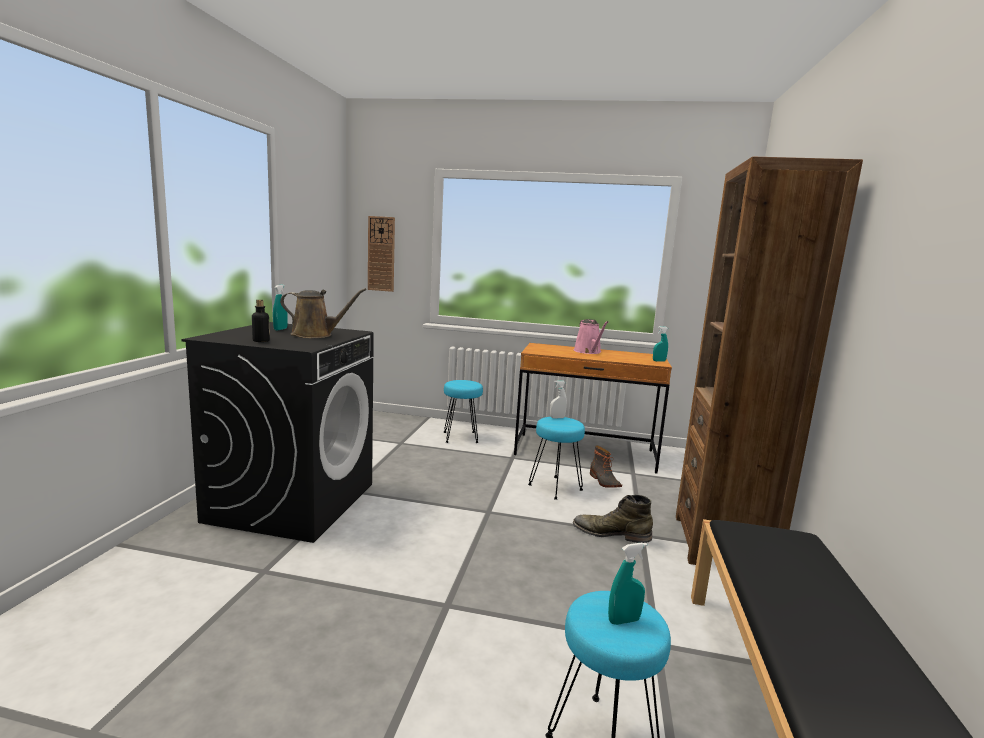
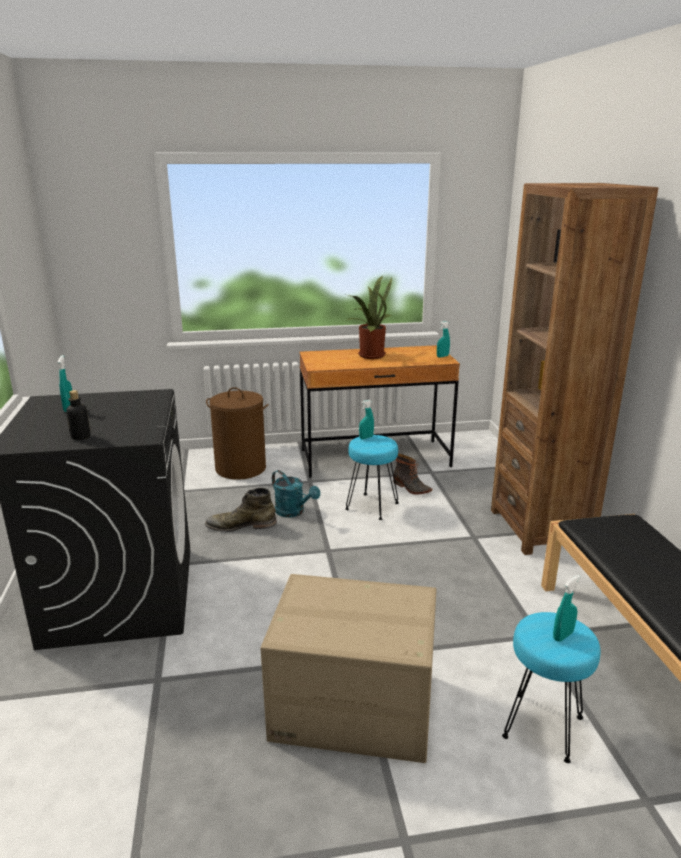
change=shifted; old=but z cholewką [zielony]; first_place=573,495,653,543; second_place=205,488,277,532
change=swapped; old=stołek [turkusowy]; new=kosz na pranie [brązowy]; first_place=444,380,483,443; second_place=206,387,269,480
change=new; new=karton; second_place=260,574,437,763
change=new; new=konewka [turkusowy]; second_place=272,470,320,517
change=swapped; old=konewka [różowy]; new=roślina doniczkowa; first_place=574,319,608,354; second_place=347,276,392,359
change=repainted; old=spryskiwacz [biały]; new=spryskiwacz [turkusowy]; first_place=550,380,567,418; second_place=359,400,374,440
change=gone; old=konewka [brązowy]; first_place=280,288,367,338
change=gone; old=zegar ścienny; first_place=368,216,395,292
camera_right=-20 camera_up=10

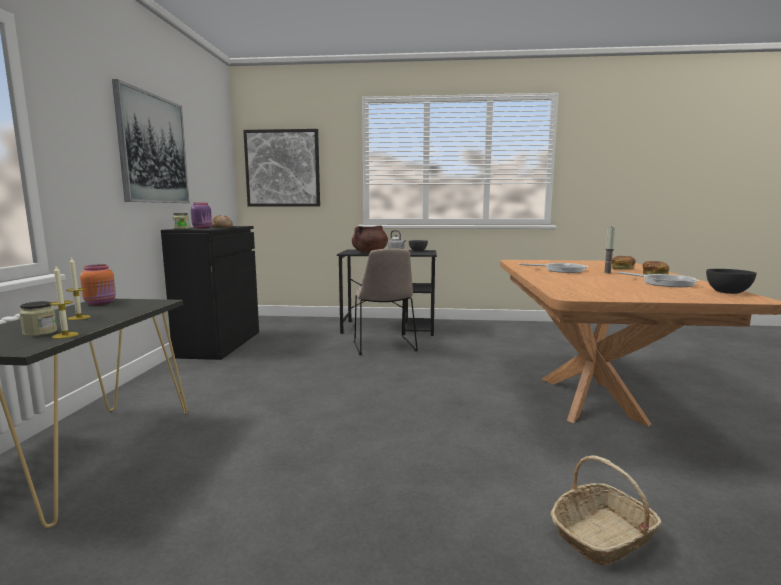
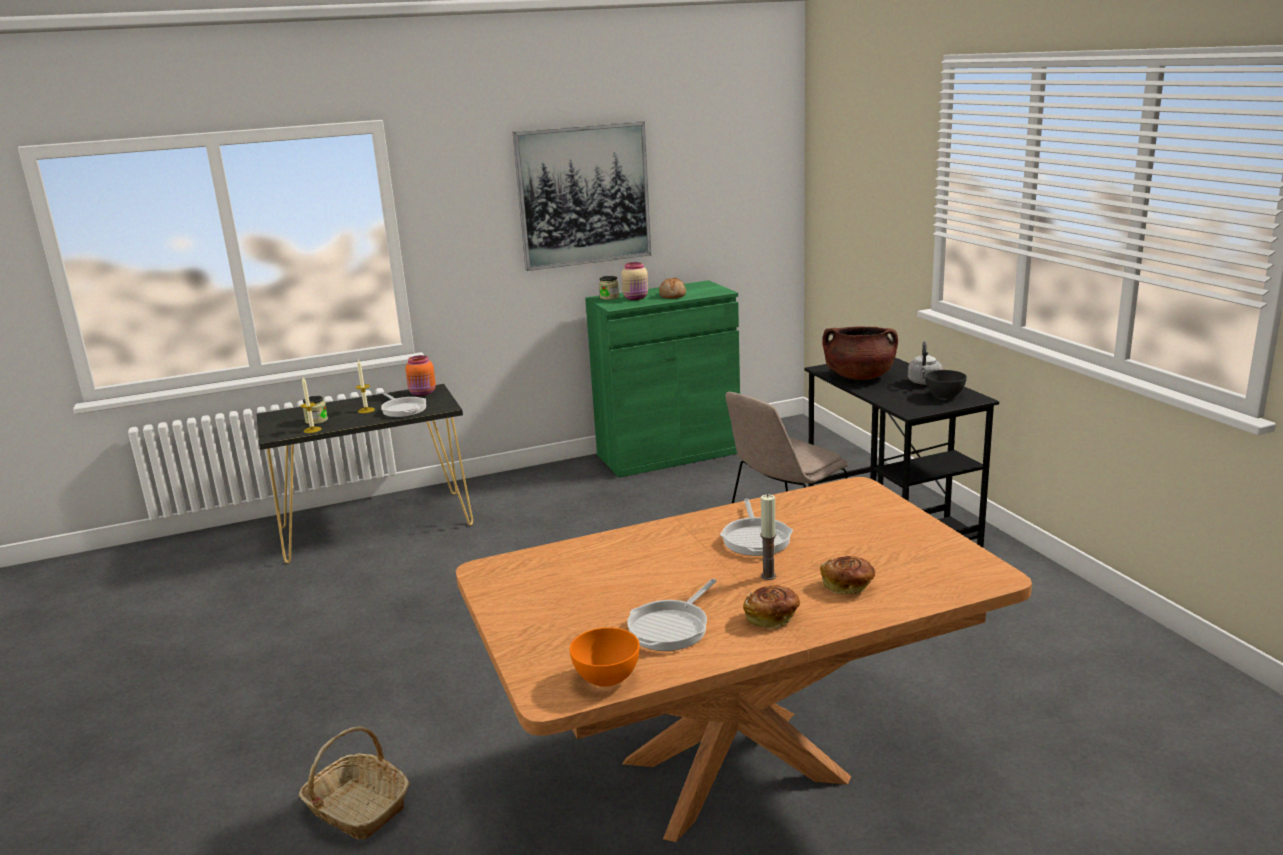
change=new; new=patelnia; second_place=381,392,426,417
change=repainted; old=miska [szary]; new=miska [pomarańczowy]; first_place=706,269,757,294; second_place=570,627,640,687
change=repainted; old=szafka [czarny]; new=szafka [zielony]; first_place=161,226,259,360; second_place=585,280,740,478
change=repainted; old=słoik [fioletowy]; new=słoik [beżowy]; first_place=191,202,212,228; second_place=622,262,648,300
change=gone; old=obraz; first_place=243,129,320,206
camera_right=65 camera_up=10

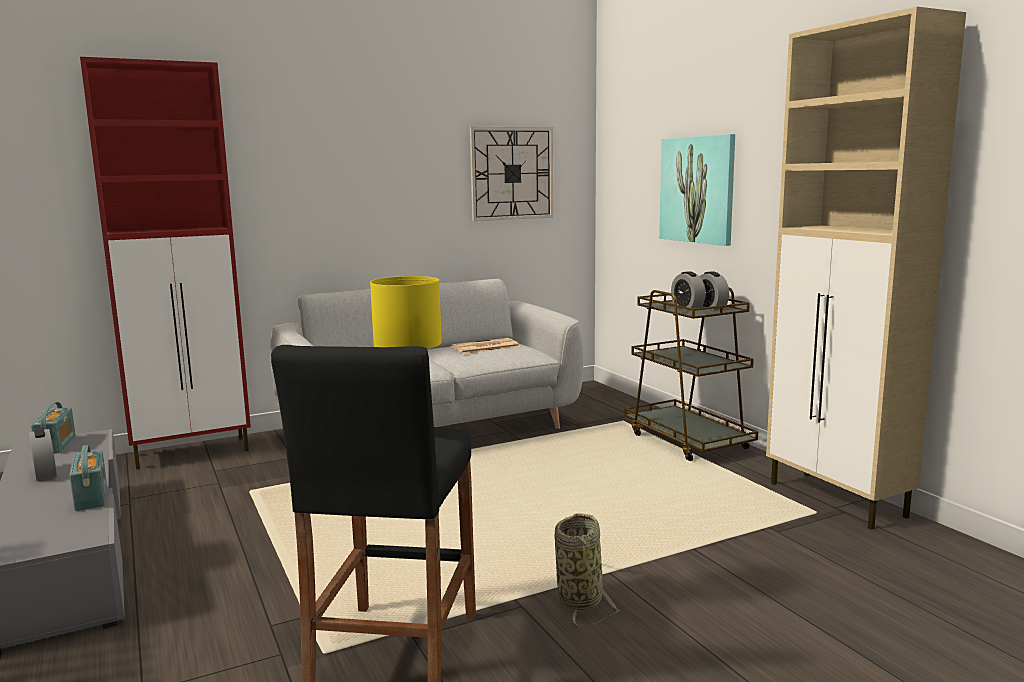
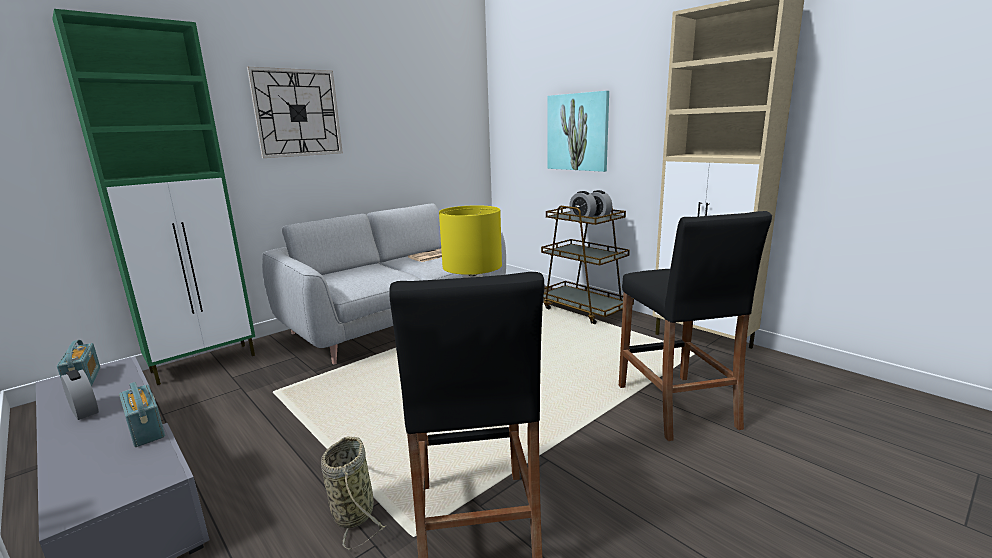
change=repainted; old=szafka [czerwony]; new=szafka [zielony]; first_place=80,57,251,469; second_place=52,9,255,385
change=shifted; old=zegar ścienny; first_place=470,127,553,221; second_place=247,67,343,158
change=shifted; old=koszyk; first_place=554,513,620,627; second_place=321,437,385,550
change=new; new=stołek [czarny]; second_place=619,211,772,441
camera_right=-15 camera_up=5

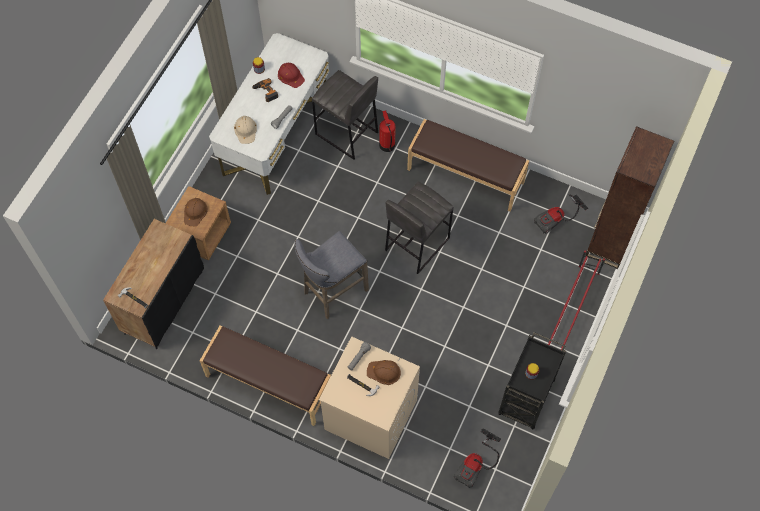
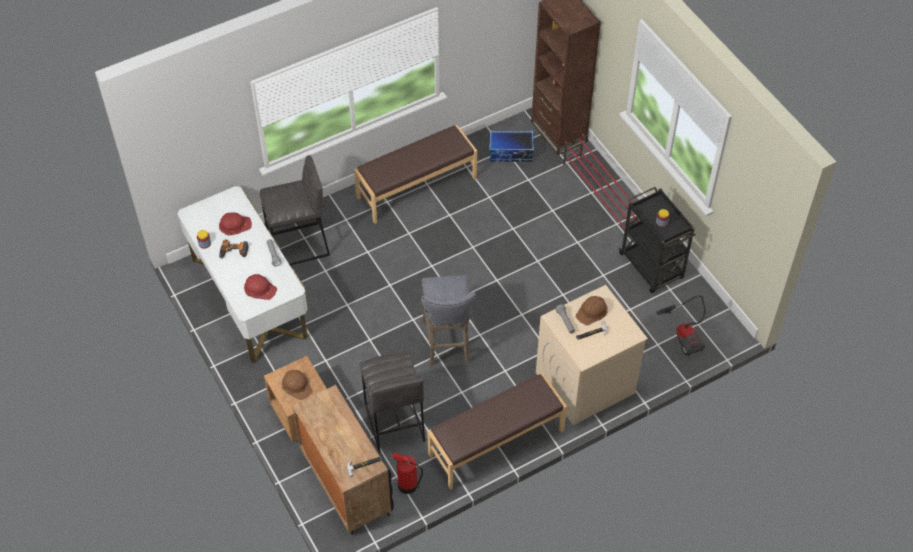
change=repainted; old=kask [beżowy]; new=kask [czerwony]; first_place=234,116,257,144; second_place=244,274,277,300
change=shifted; old=stołek [szary]; first_place=385,181,454,274; second_place=360,351,425,452
change=shifted; old=gaśnica; first_place=379,110,396,152; second_place=392,452,423,494
change=swapped; old=odkurzacz; new=pojemnik do przechowywania; first_place=534,194,588,234; second_place=489,131,534,162
camera_right=-55 camera_up=-10

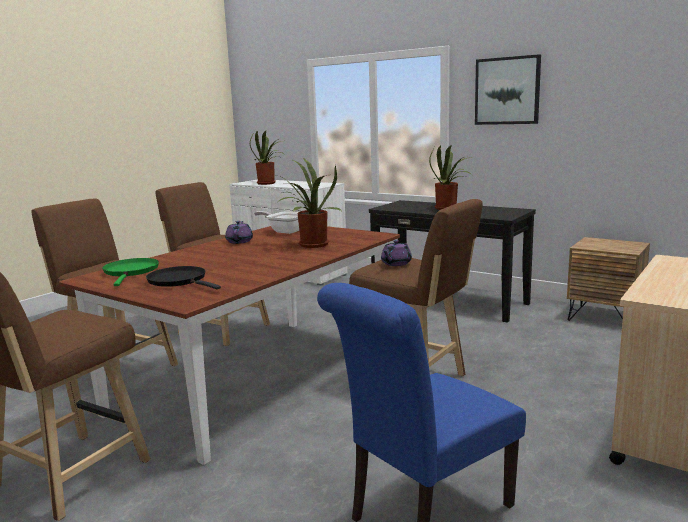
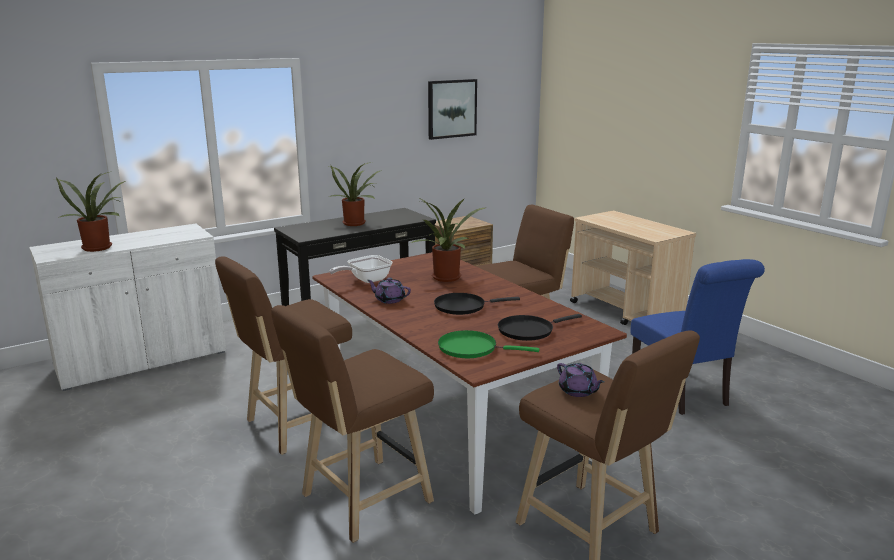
change=shifted; old=obraz; first_place=475,54,541,125; second_place=428,79,477,140
change=new; new=patelnia [czarny]; second_place=434,293,520,315
change=shifted; old=imbryk [fioletowy]; first_place=381,240,412,266; second_place=557,363,604,397
camera_right=-70 camera_up=5

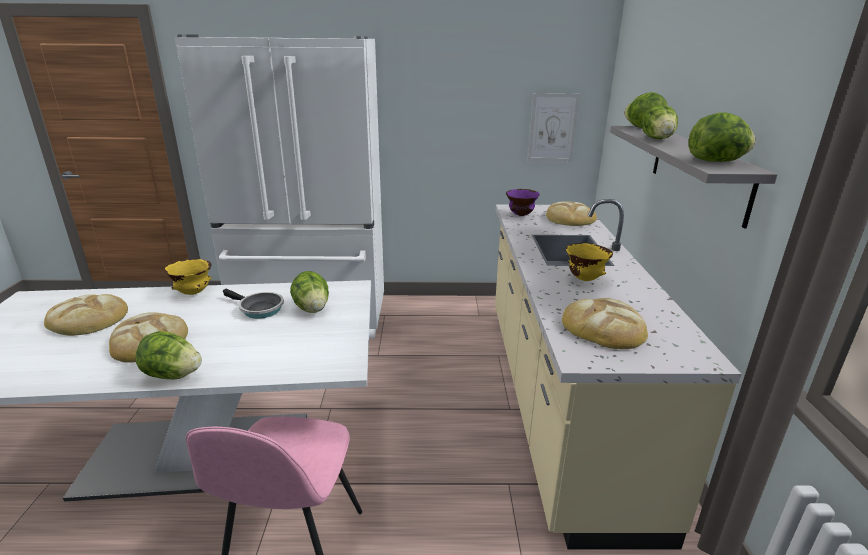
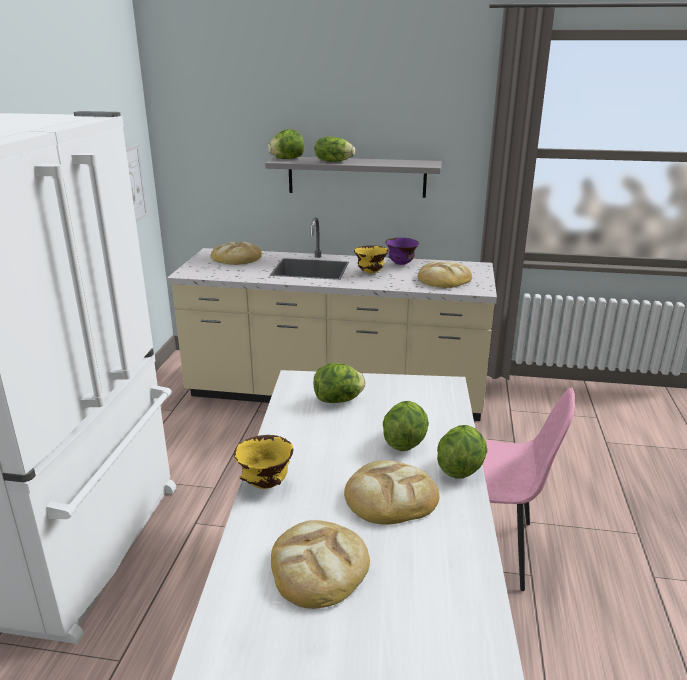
change=shifted; old=sałata; first_place=688,112,755,162; second_place=383,401,429,451
change=shifted; old=miska [fioletowy]; first_place=506,189,540,216; second_place=386,237,419,265
change=gone; old=patelnia; first_place=223,289,284,319
camera_right=-80 camera_up=0

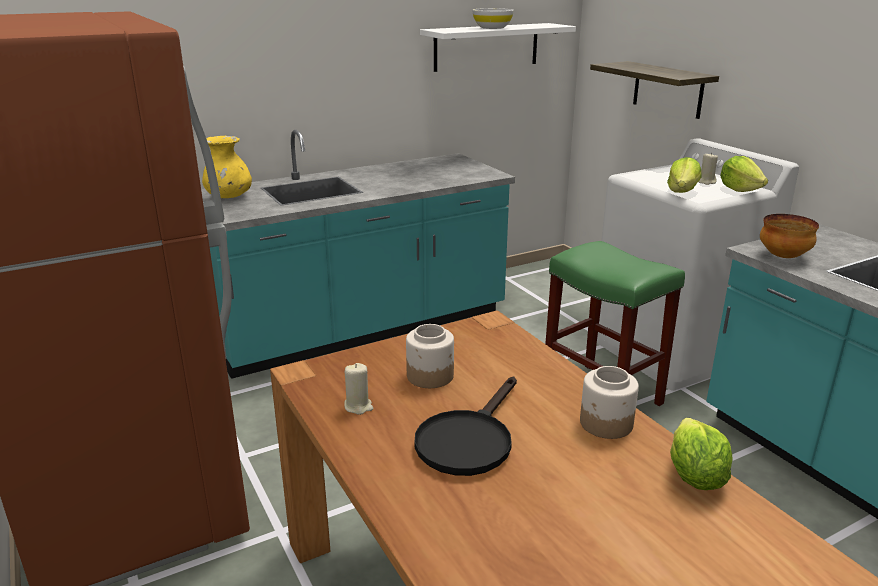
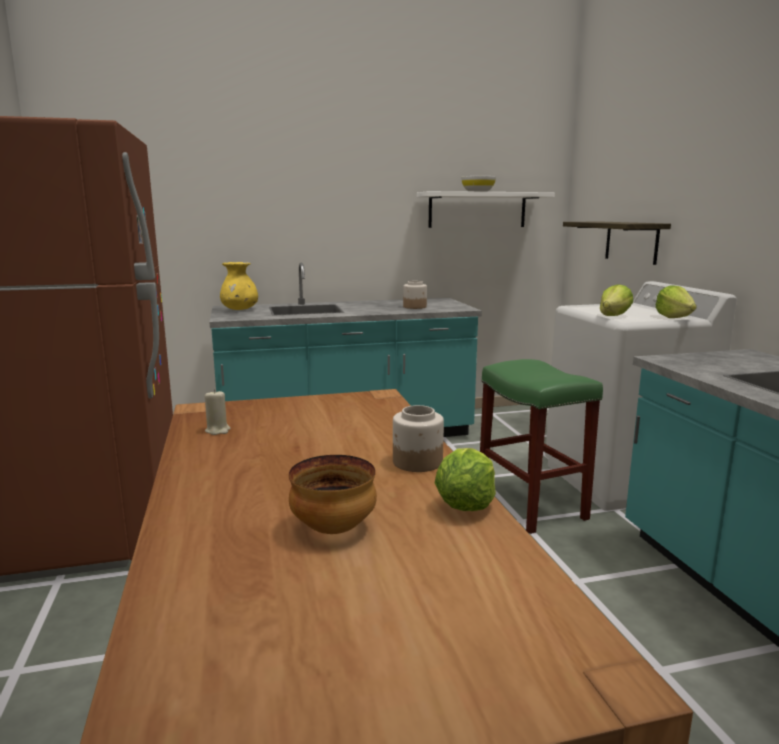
change=shifted; old=miska; first_place=760,214,819,258; second_place=289,455,377,534
change=shifted; old=słoik; first_place=406,324,454,388; second_place=403,281,427,309
change=gone; old=patelnia [czarny]; first_place=415,377,517,476
change=gone; old=świeca [beżowy]; first_place=699,152,718,185
camera_right=15 camera_up=-10

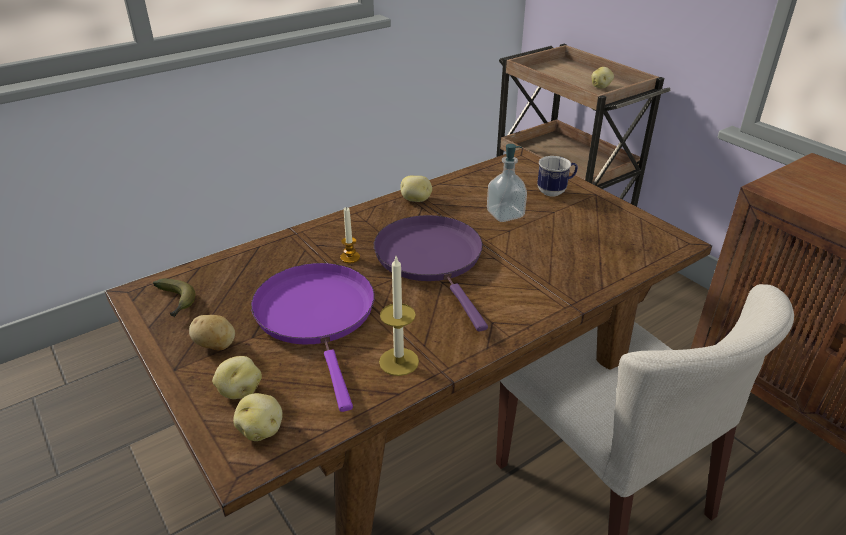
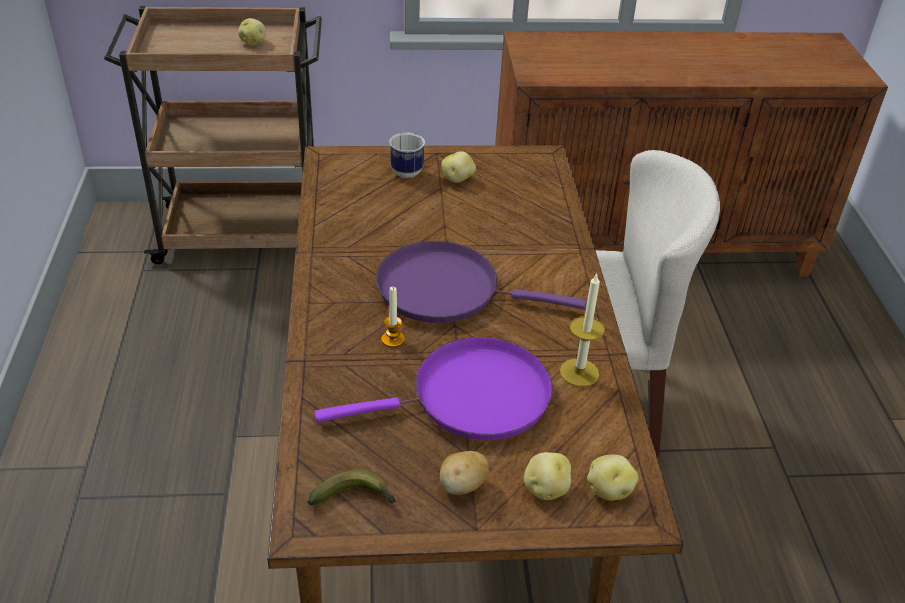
change=rotated; old=patelnia [fioletowy]; first_place=251,263,375,412; second_place=314,337,553,440; degrees=150
change=shifted; old=ziemniak; first_place=400,176,432,202; second_place=441,151,476,183
change=gone; old=dozownik mydła; first_place=487,144,527,222
camera_right=-60 camera_up=5

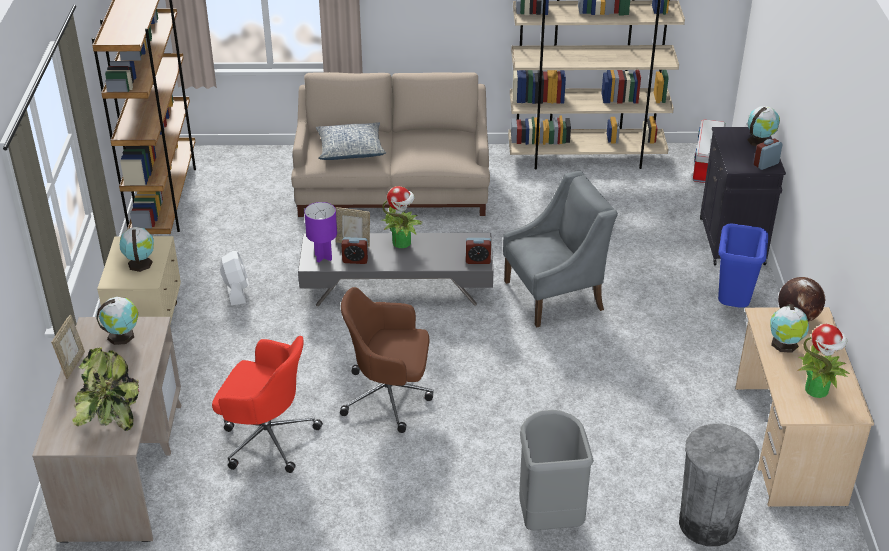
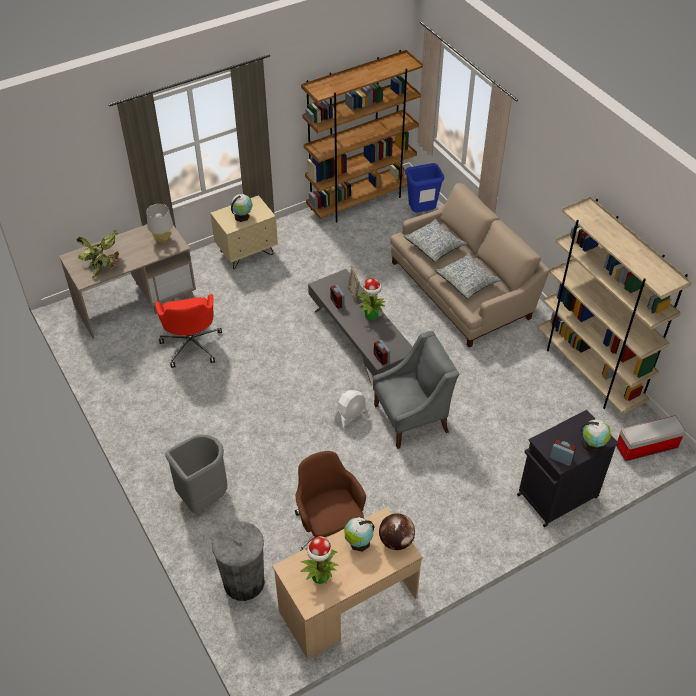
change=swapped; old=globus; new=lampa stołowa [szary]; first_place=96,297,139,345; second_place=146,204,173,243
change=shifted; old=krzesło biurowe [brązowy]; first_place=340,287,434,433; second_place=295,451,366,551
change=shifted; old=wentylator [biały]; first_place=219,251,249,305; second_place=334,390,367,428
change=rotated; old=fotel [szary]; first_place=503,171,618,328; second_place=373,331,459,449; degrees=-60
change=shifted; old=kosz na śmieci [niebieski]; first_place=718,224,768,308; second_place=405,163,444,212
change=new; new=poduszka; second_place=435,253,501,299
change=gone; old=ramka na zdjęcie; first_place=51,315,85,379
change=gone; old=lampa stołowa [fioletowy]; first_place=304,202,337,263
camera_right=60 camera_up=10

